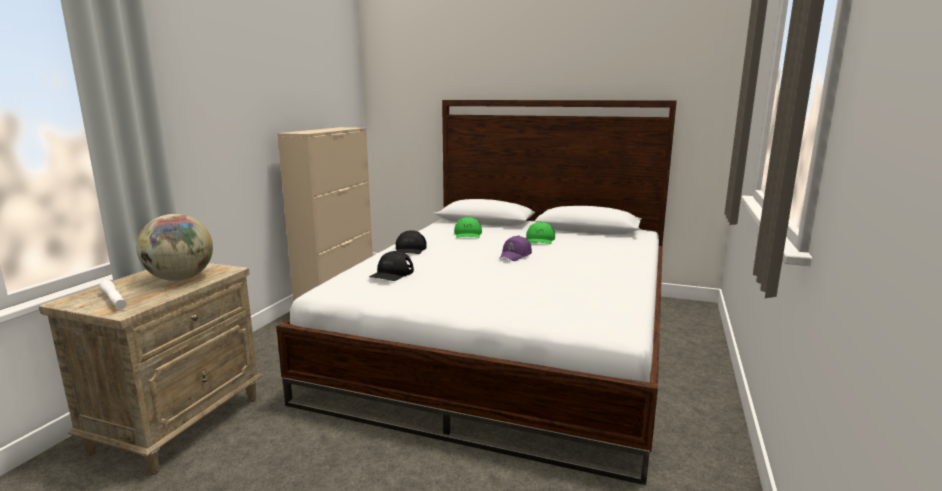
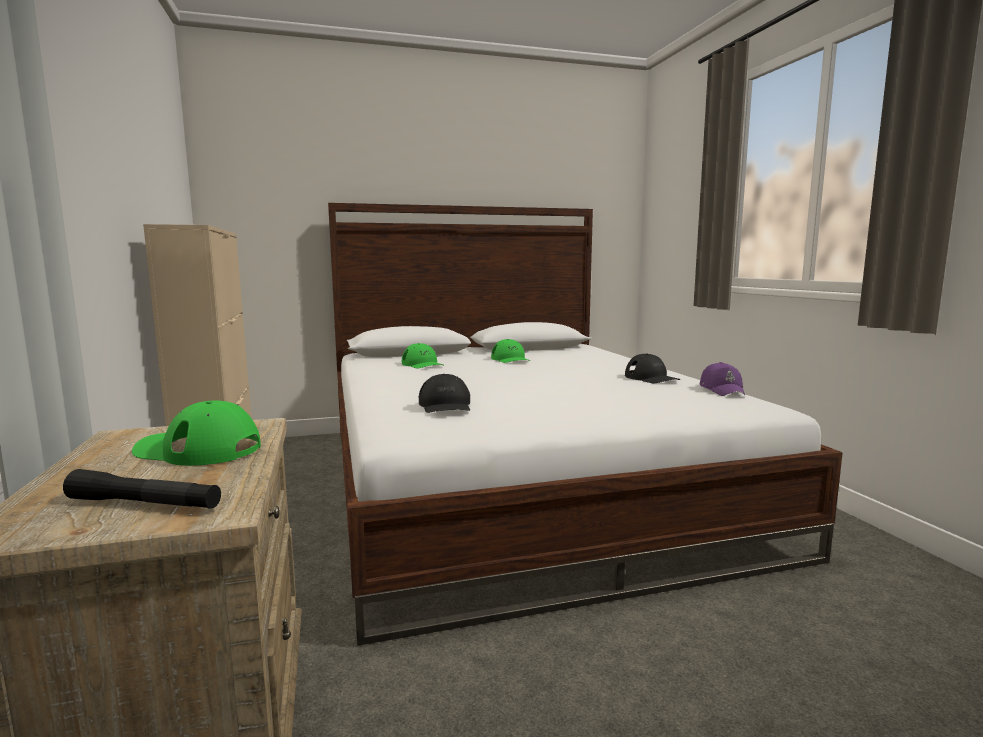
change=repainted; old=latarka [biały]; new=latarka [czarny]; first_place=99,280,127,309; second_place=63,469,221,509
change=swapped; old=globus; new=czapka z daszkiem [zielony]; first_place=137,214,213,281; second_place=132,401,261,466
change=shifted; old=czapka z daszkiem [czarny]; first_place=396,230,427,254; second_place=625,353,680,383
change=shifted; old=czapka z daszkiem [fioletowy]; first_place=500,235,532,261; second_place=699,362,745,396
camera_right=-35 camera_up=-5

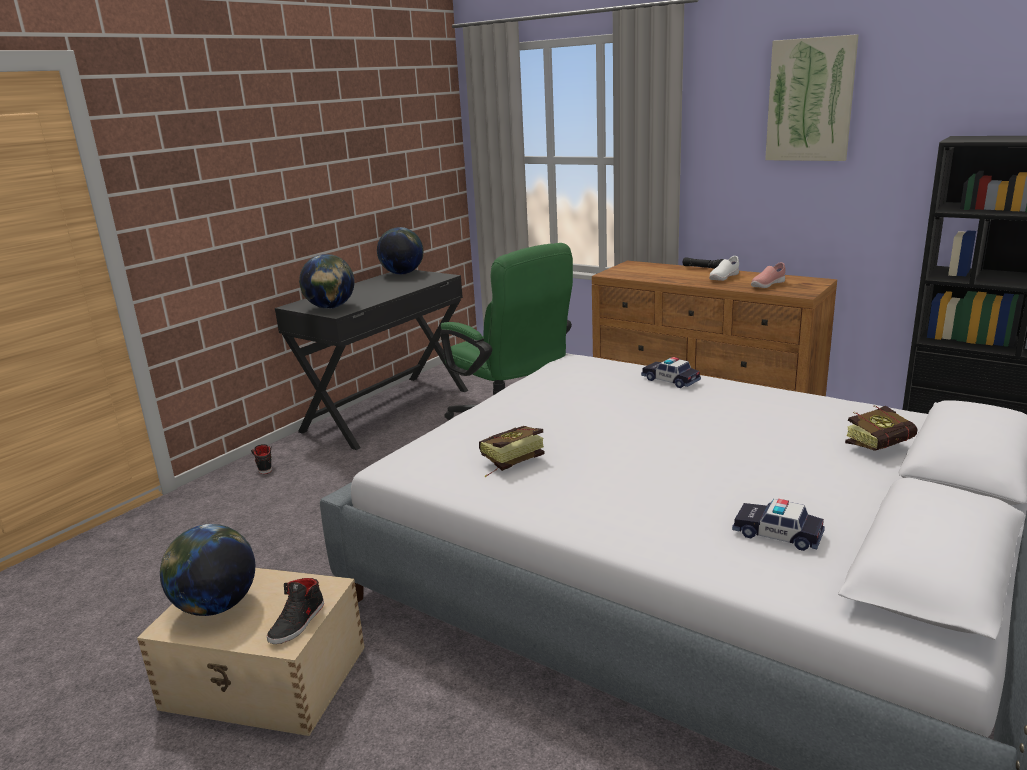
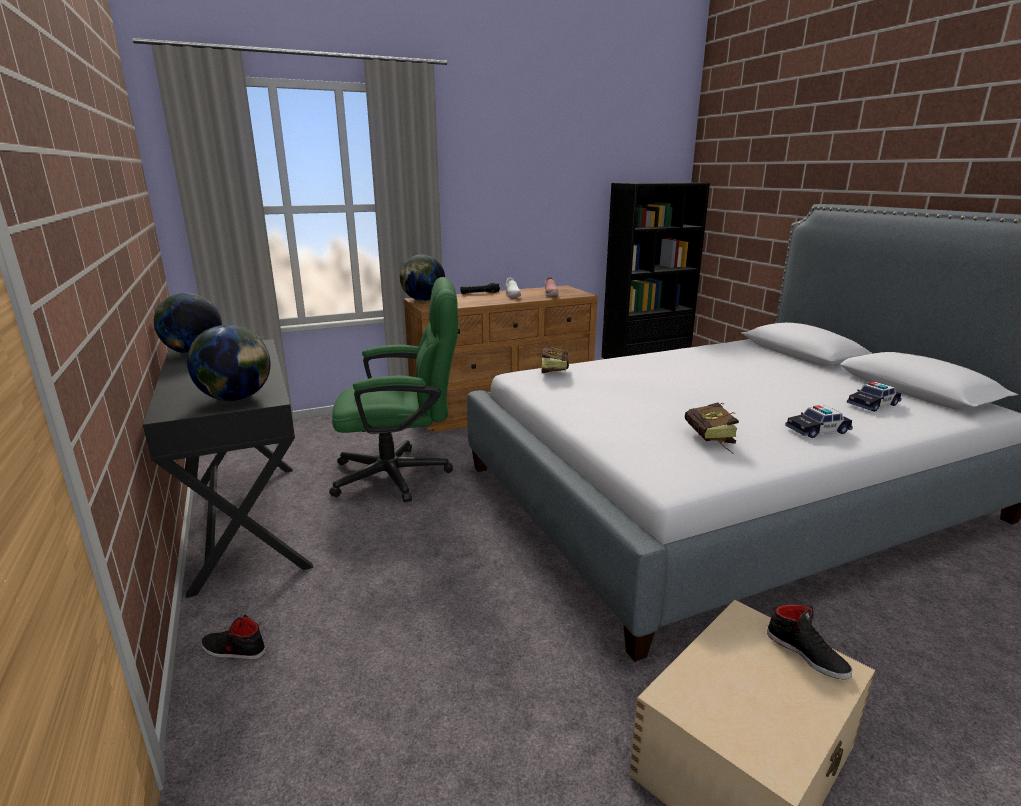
change=shifted; old=globus; first_place=160,524,255,616; second_place=400,254,445,301
change=shifted; old=książka; first_place=845,405,918,451; second_place=542,345,569,373
change=shifted; old=samochodzik; first_place=641,357,701,388; second_place=785,405,853,438
change=gone; old=obraz; first_place=765,34,859,161
camera_right=-60 camera_up=0

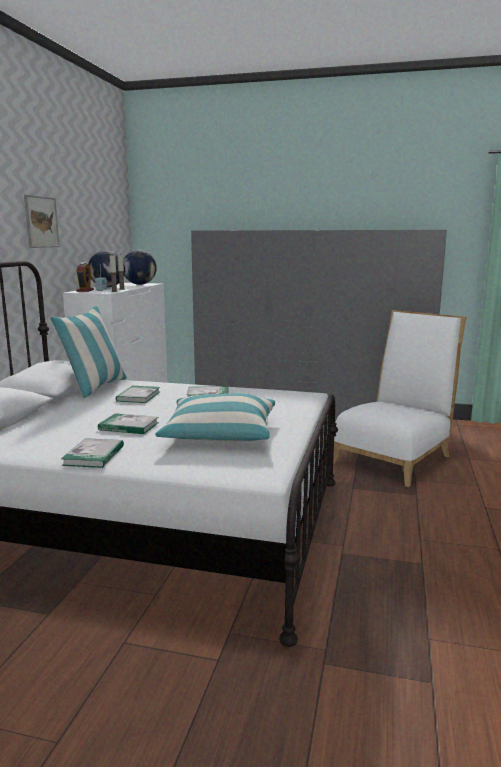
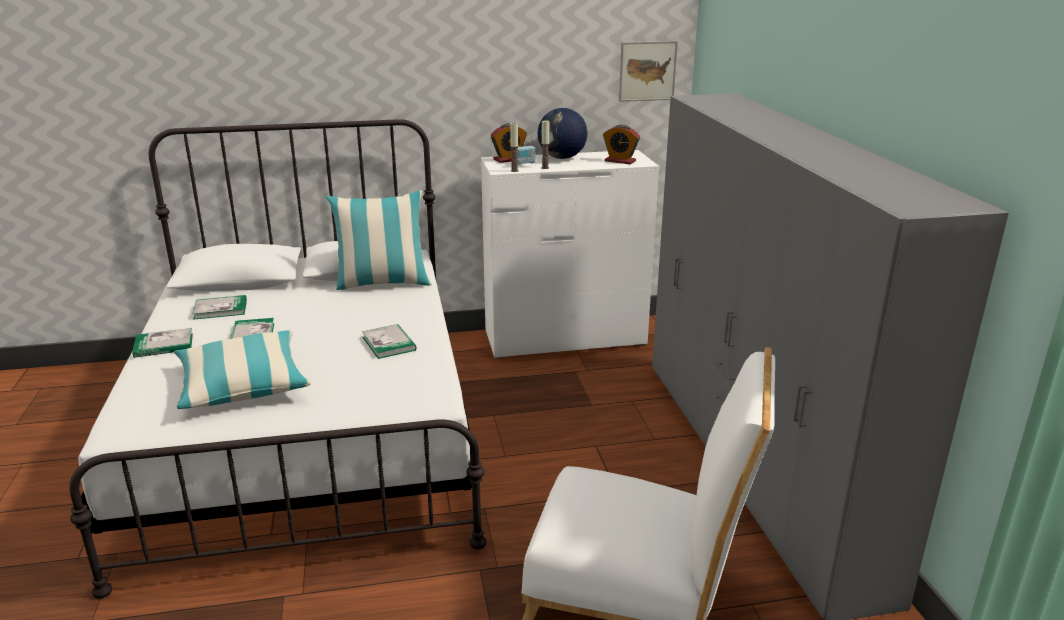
change=shifted; old=książka; first_place=116,386,160,403; second_place=192,295,247,320
change=swapped; old=globus; new=budzik; first_place=123,250,157,285; second_place=603,125,640,164
change=shifted; old=obraz; first_place=24,195,60,248; second_place=619,41,678,102
camera_right=65 camera_up=10

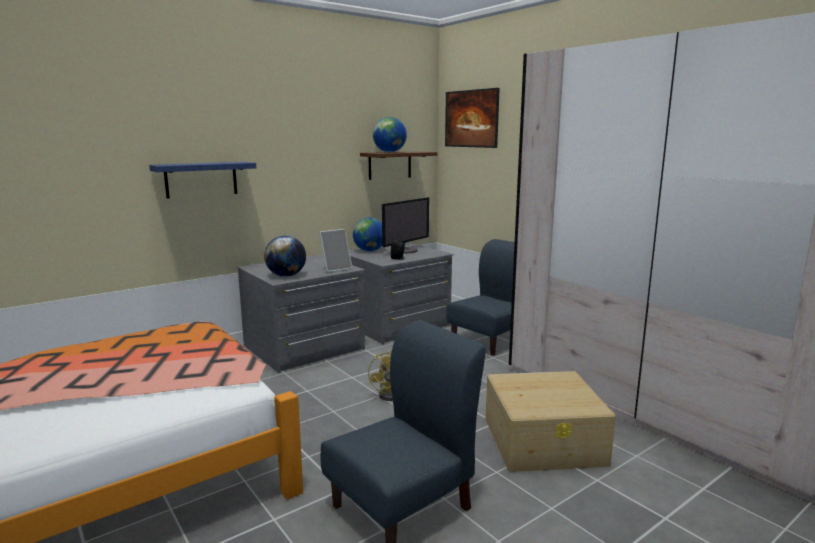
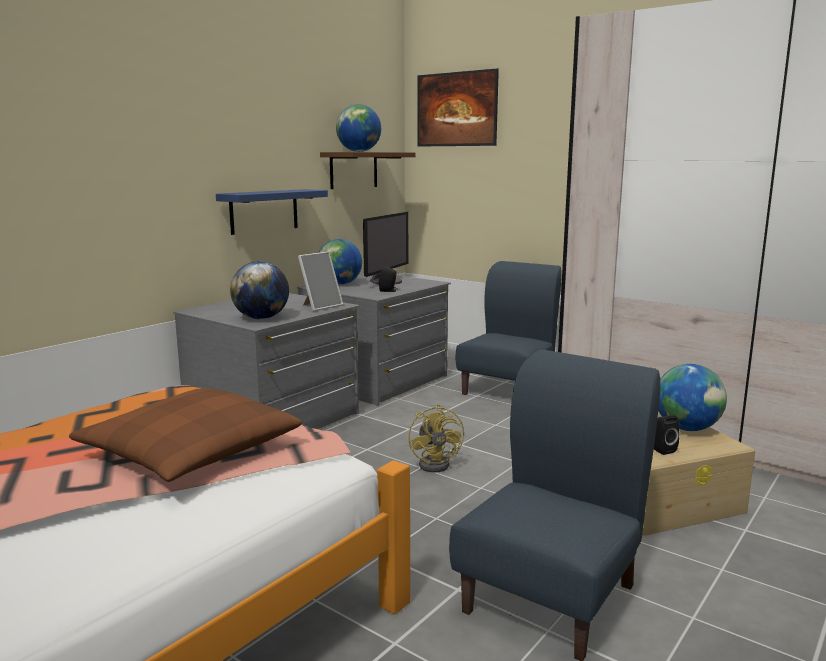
change=new; new=poduszka [brązowy]; second_place=69,388,302,482
change=shifted; old=półka [niebieski]; first_place=149,162,256,198; second_place=216,189,328,235
change=new; new=głośnik [czarny]; second_place=654,415,680,455
change=new; new=globus; second_place=658,364,727,431
camera_right=-15 camera_up=0

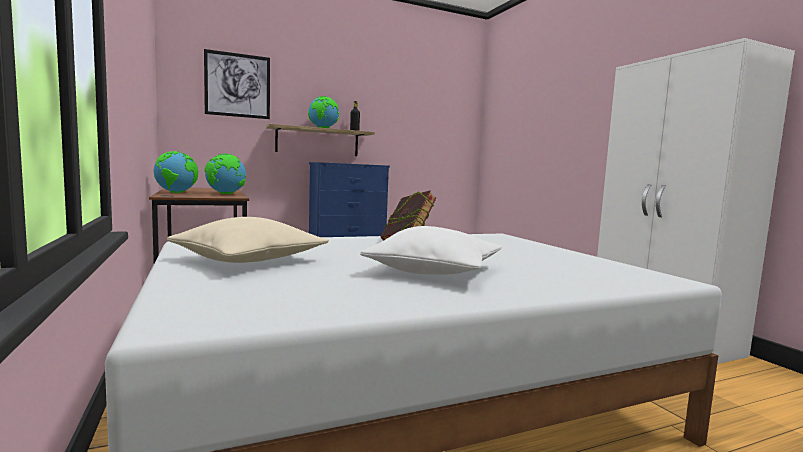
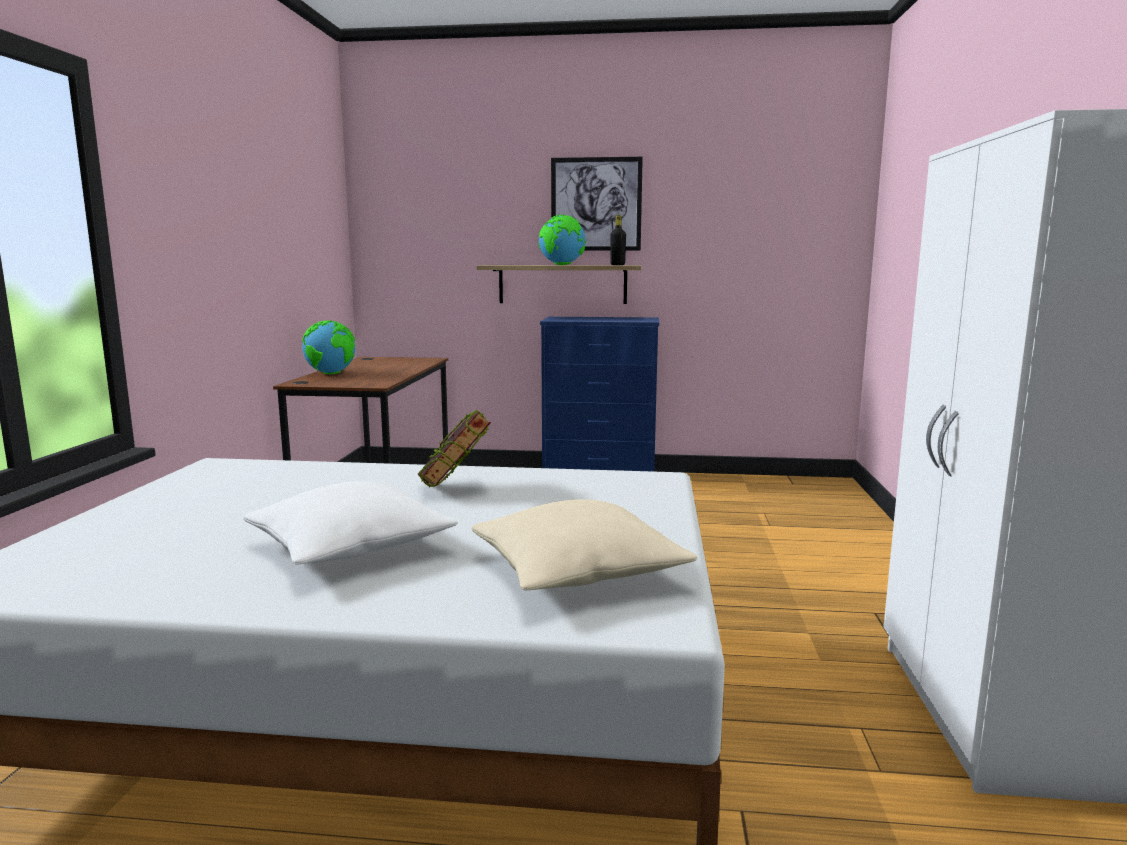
change=shifted; old=poduszka [beżowy]; first_place=167,217,329,263; second_place=472,499,697,590
change=shifted; old=obraz; first_place=204,49,270,119; second_place=551,157,643,251
change=gone; old=globus; first_place=204,154,246,194
camera_right=30 camera_up=5

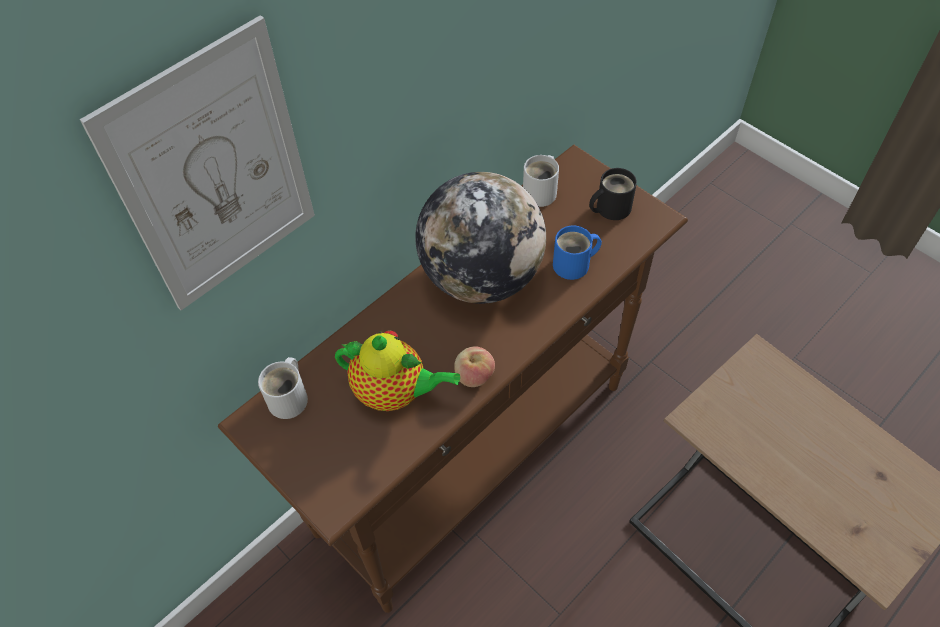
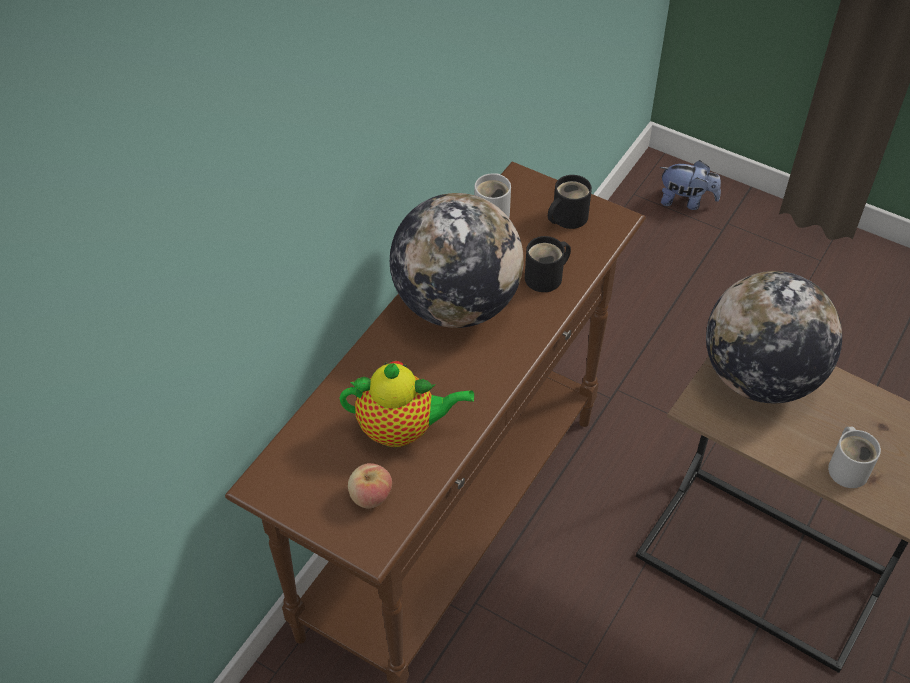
change=shifted; old=jabłko; first_place=454,346,495,387; second_place=348,463,392,508
change=repainted; old=kubek [niebieski]; new=kubek [czarny]; first_place=553,226,602,280; second_place=525,236,571,292
change=new; new=pluszak; second_place=660,160,721,210
change=new; new=globus; second_place=706,271,842,403
change=shifted; old=kubek [biały]; first_place=258,357,308,419; second_place=828,427,881,488
change=gone; old=obraz; first_place=80,15,315,310
camera_right=-15 camera_up=-5

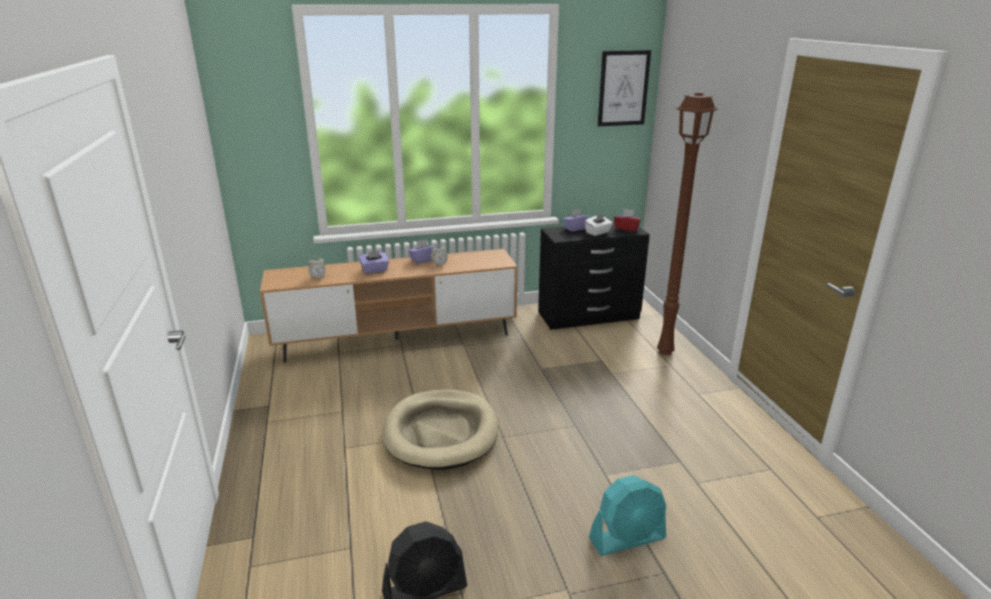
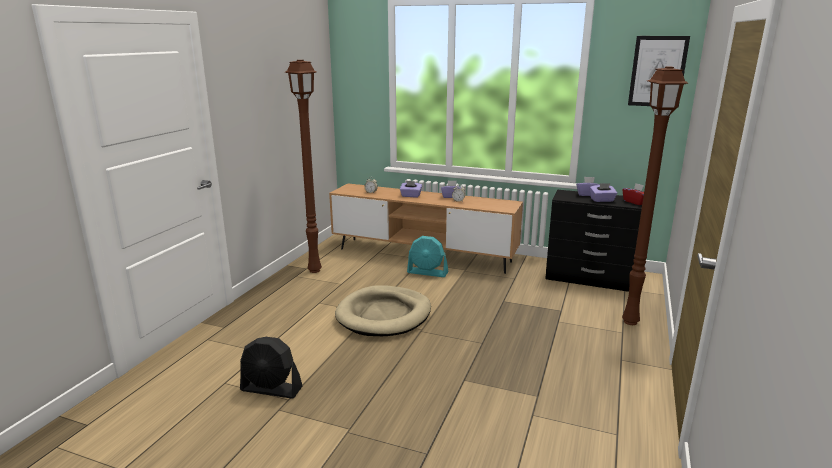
change=new; new=lampa stojąca [brązowy]; second_place=285,60,322,273
change=shifted; old=wentylator [turkusowy]; first_place=589,475,666,556; second_place=407,236,448,277
change=repainted; old=pudełko chusteczek [biały]; new=pudełko chusteczek [fioletowy]; first_place=585,214,613,236; second_place=590,183,617,202
camera_right=35 camera_up=-5

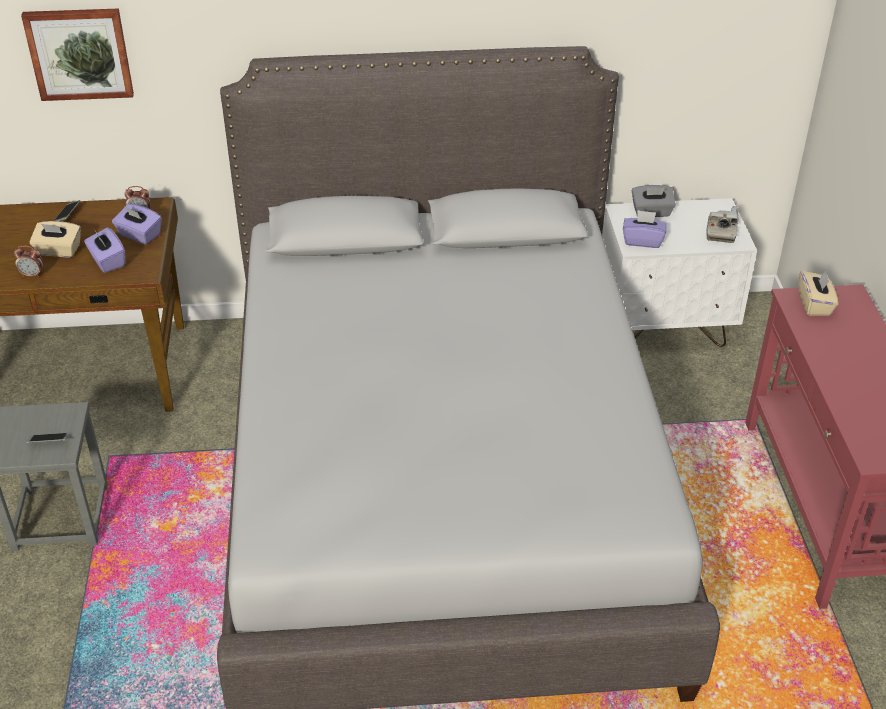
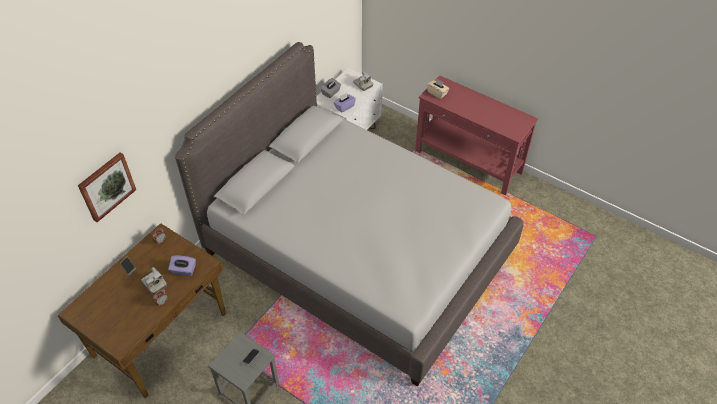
change=swapped; old=pudełko chusteczek [beżowy]; new=aparat fotograficzny; first_place=29,221,81,257; second_place=141,267,167,295
change=gone; old=pudełko chusteczek [fioletowy]; first_place=112,204,162,245
camera_right=-50 camera_up=10

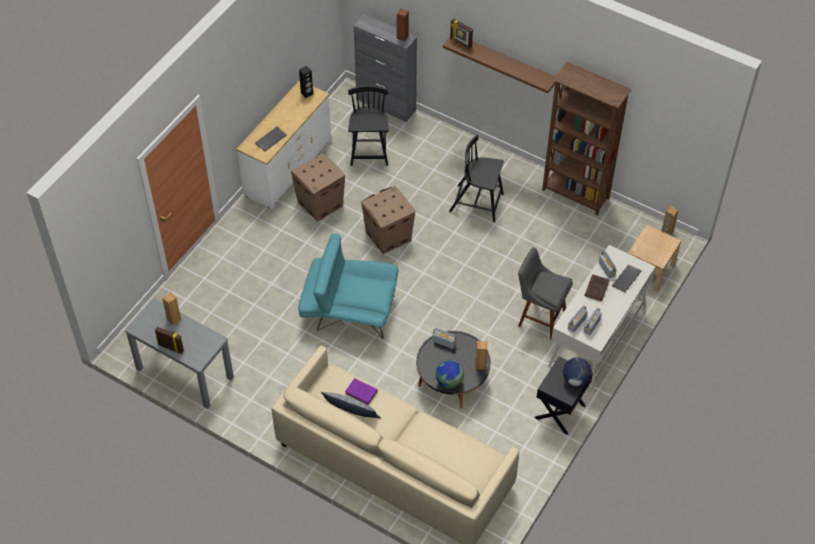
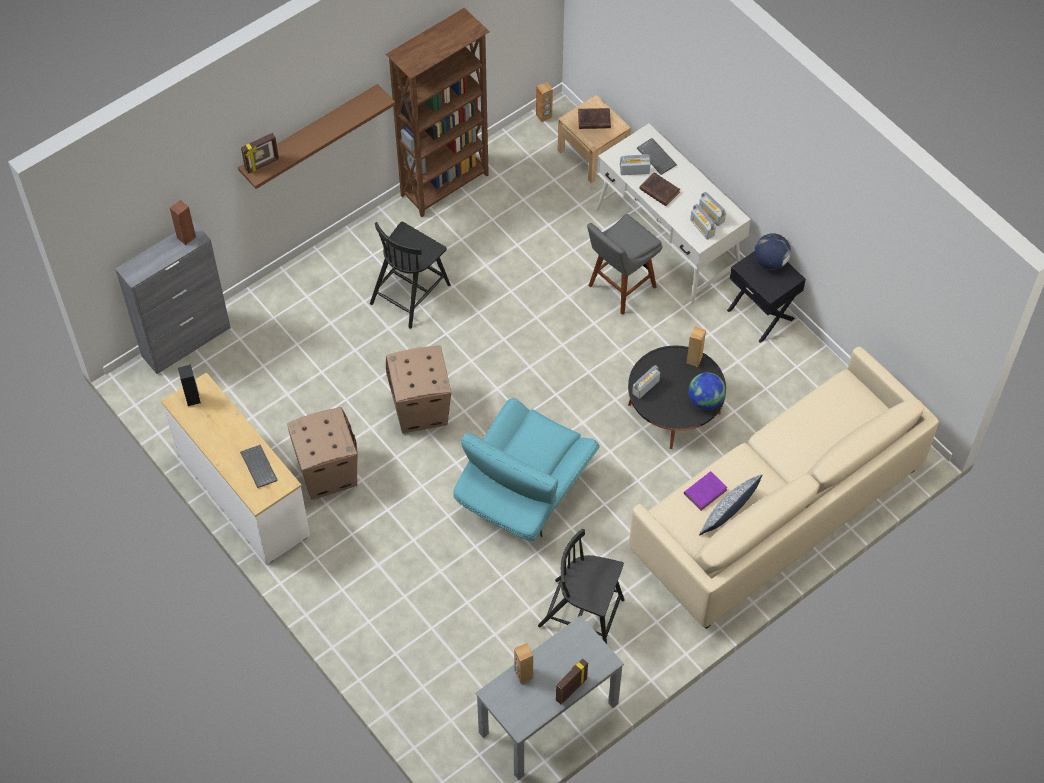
change=shifted; old=krzesło [czarny]; first_place=348,85,389,166; second_place=538,529,625,644
change=new; new=książka [brązowy]; second_place=578,108,611,129
camera_right=-70 camera_up=5

